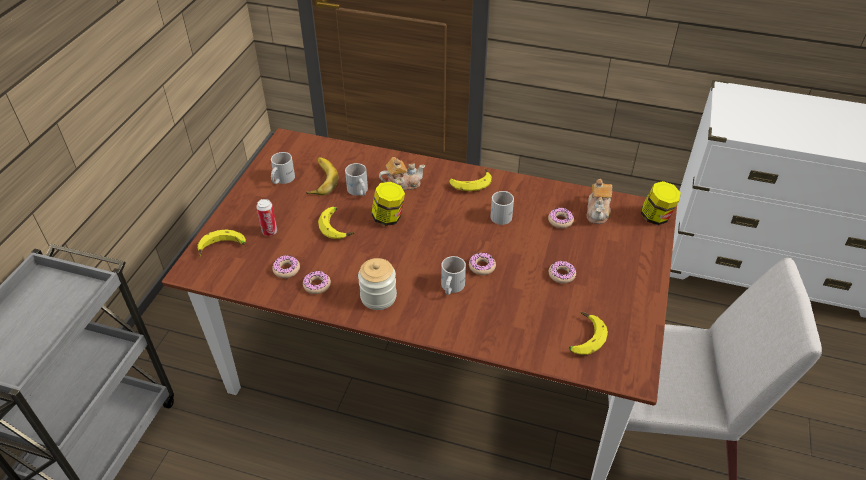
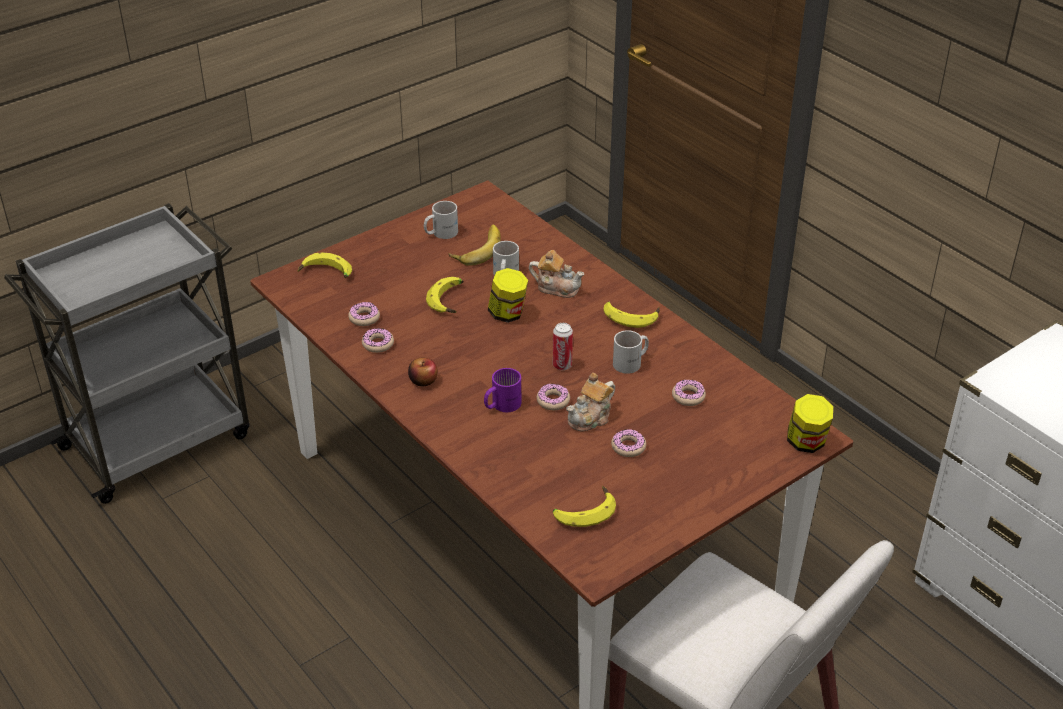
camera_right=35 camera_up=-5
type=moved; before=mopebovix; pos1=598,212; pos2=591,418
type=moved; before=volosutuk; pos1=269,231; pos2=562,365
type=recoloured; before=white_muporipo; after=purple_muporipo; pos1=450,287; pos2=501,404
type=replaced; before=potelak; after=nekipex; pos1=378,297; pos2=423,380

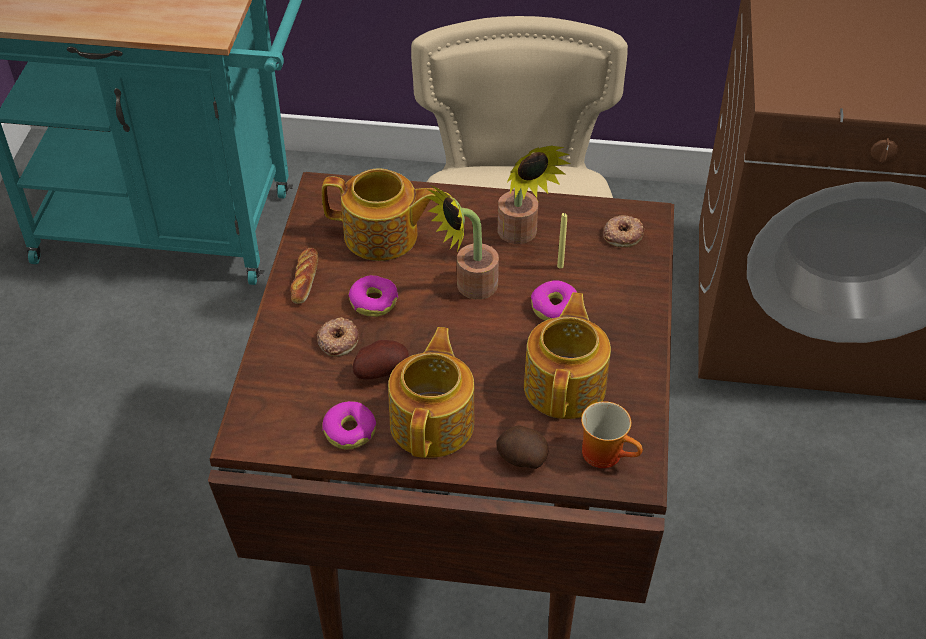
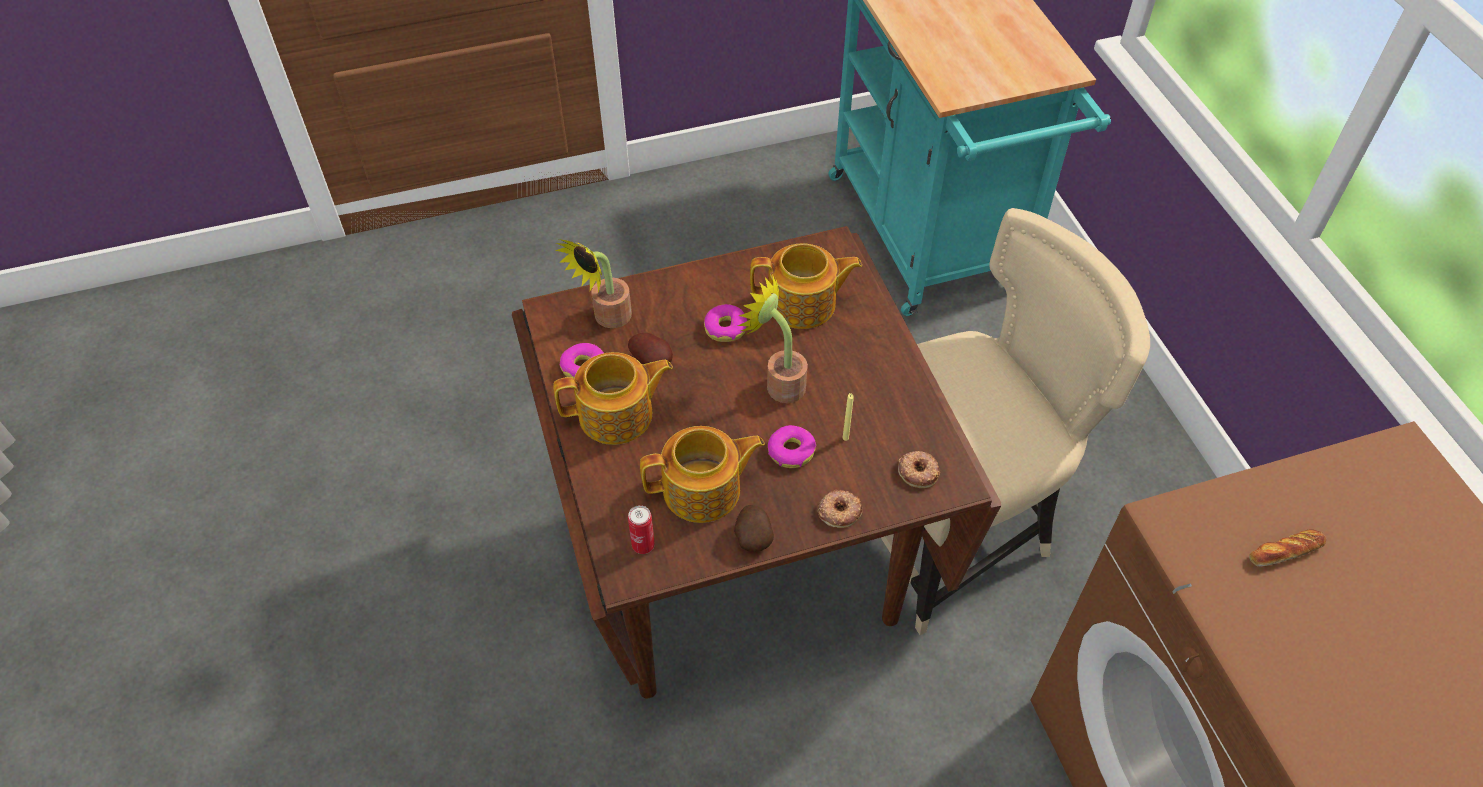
camera_right=65 camera_up=5
type=moved; before=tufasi; pos1=521,236; pos2=607,319
type=turned; before=mopebovix; pos1=382,236; pos2=803,304; turn=-75
type=moved; before=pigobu; pos1=305,279; pos2=1285,551
type=moved; before=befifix; pos1=337,340; pos2=839,511
type=replaced; before=muporipo; after=volosutuk; pos1=607,453; pos2=643,545
type=moved; before=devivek; pos1=521,458; pos2=753,536

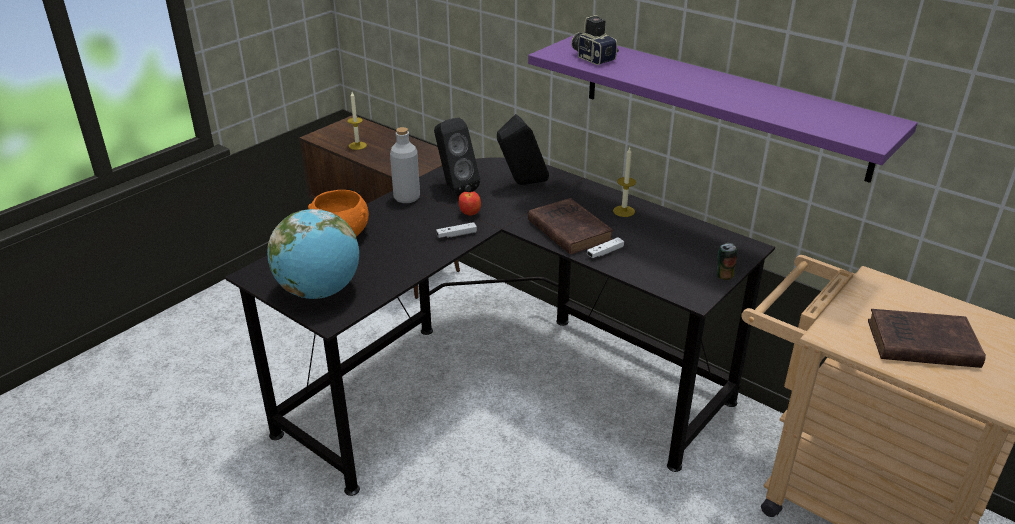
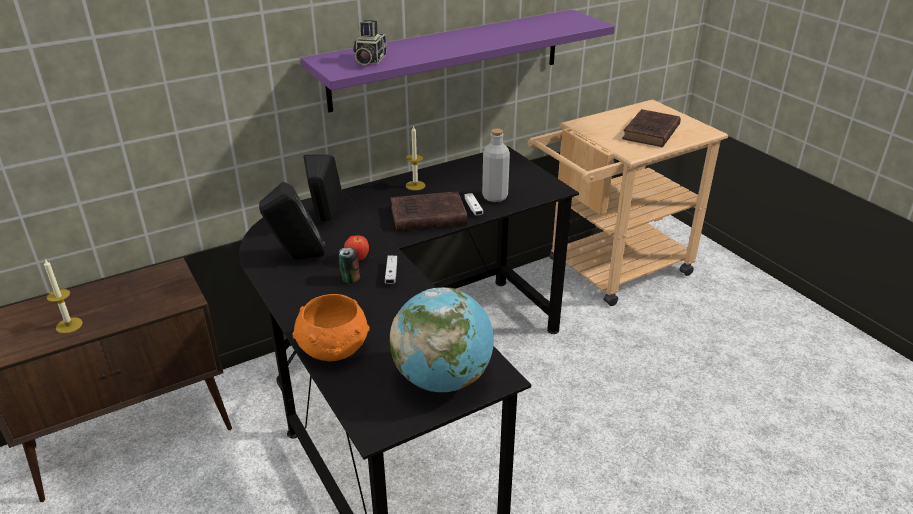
camera_right=-70 camera_up=0
type=turned; before=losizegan; pos1=593,57; pos2=369,60; turn=-60
type=moved; before=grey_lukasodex; pos1=407,198; pos2=495,197
type=moved; before=volosutuk; pos1=724,275; pos2=350,279

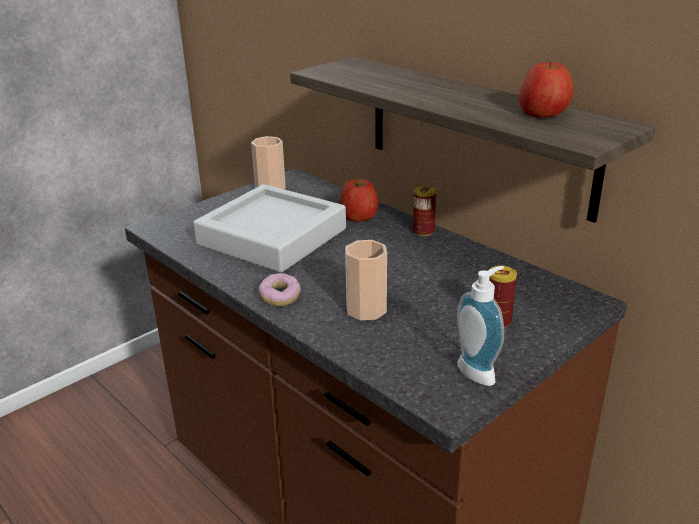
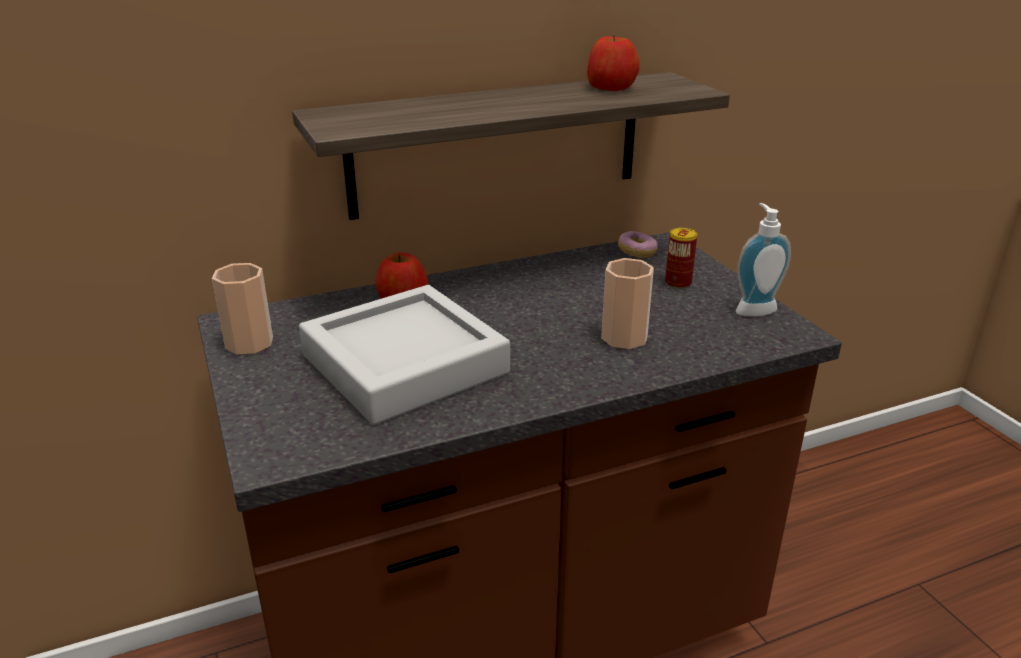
camera_right=-70 camera_up=0
type=removed; before=volosutuk; pos1=423,231
type=moved; before=befifix; pos1=280,298; pos2=637,253

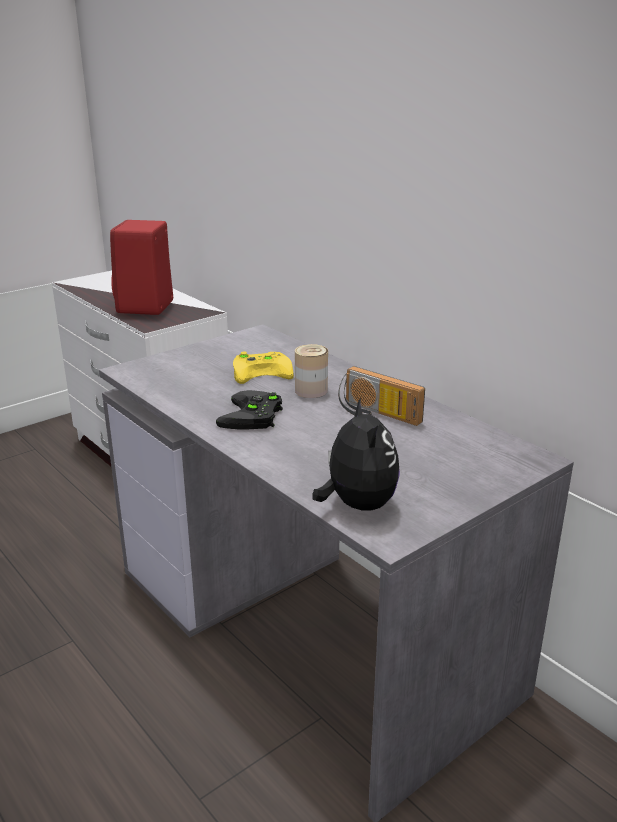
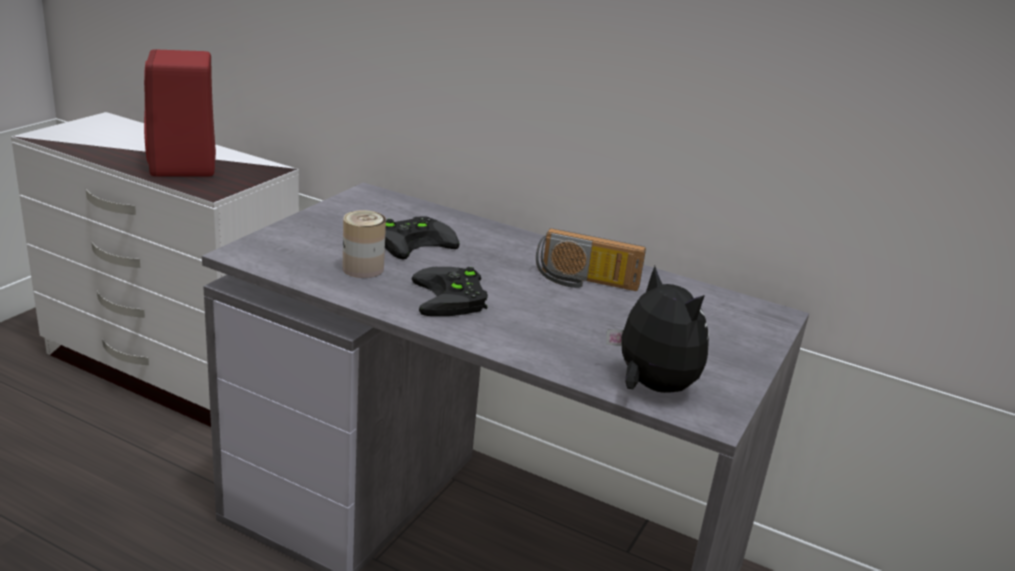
camera_right=-25 camera_up=0
type=moved; before=volosutuk; pos1=311,391; pos2=363,268
type=recoloured; before=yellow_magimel; after=black_magimel; pos1=263,371; pos2=416,241

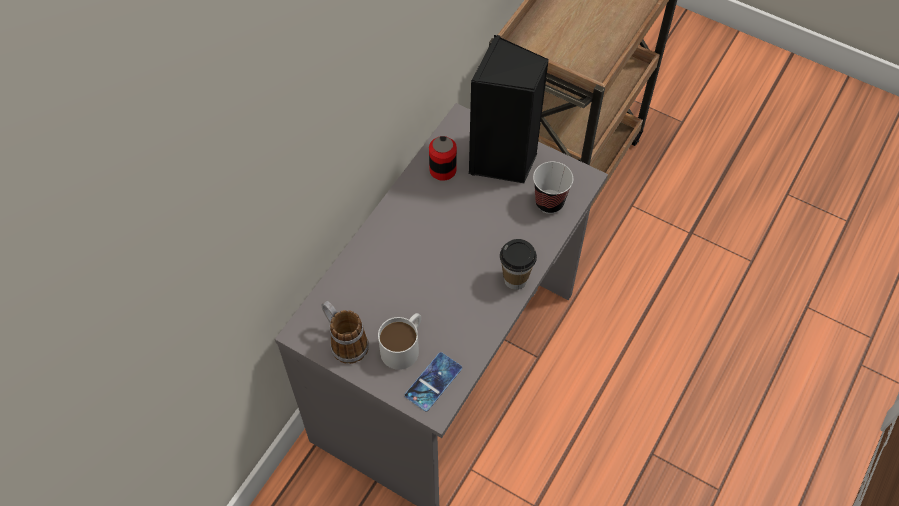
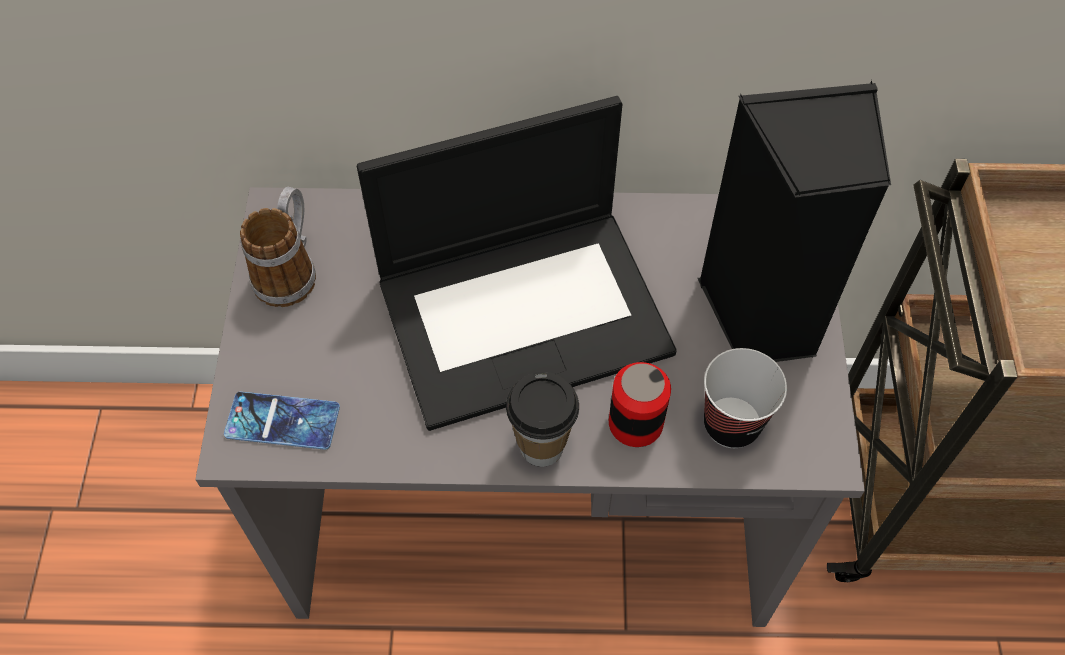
camera_right=60 camera_up=0
type=moved; before=volosutuk; pos1=442,170; pos2=635,423
type=removed; before=white_muporipo; pos1=404,345
type=added; after=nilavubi; pos2=525,312

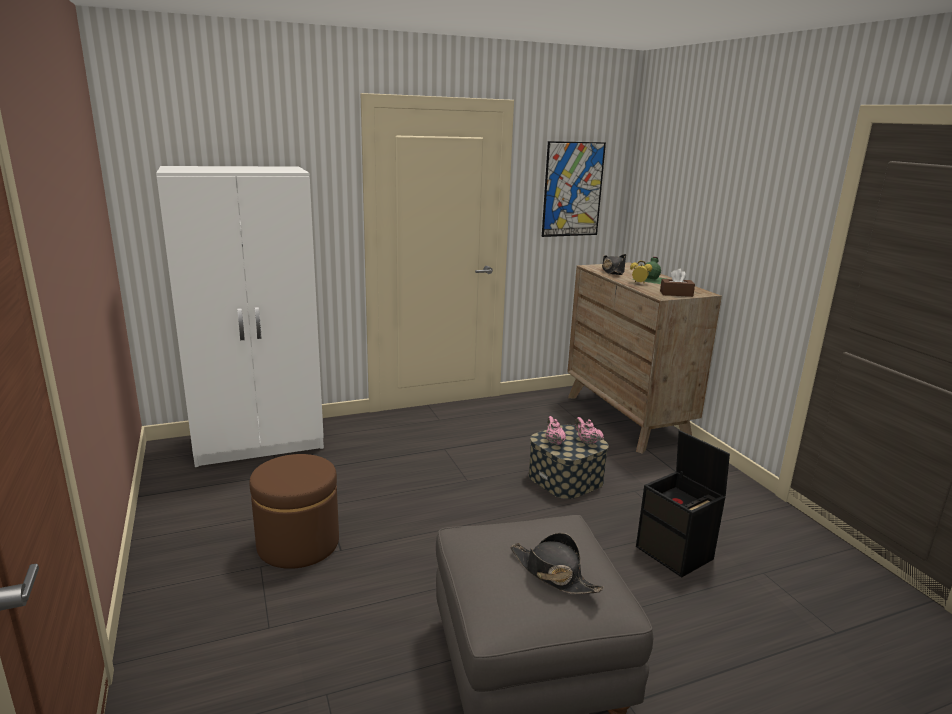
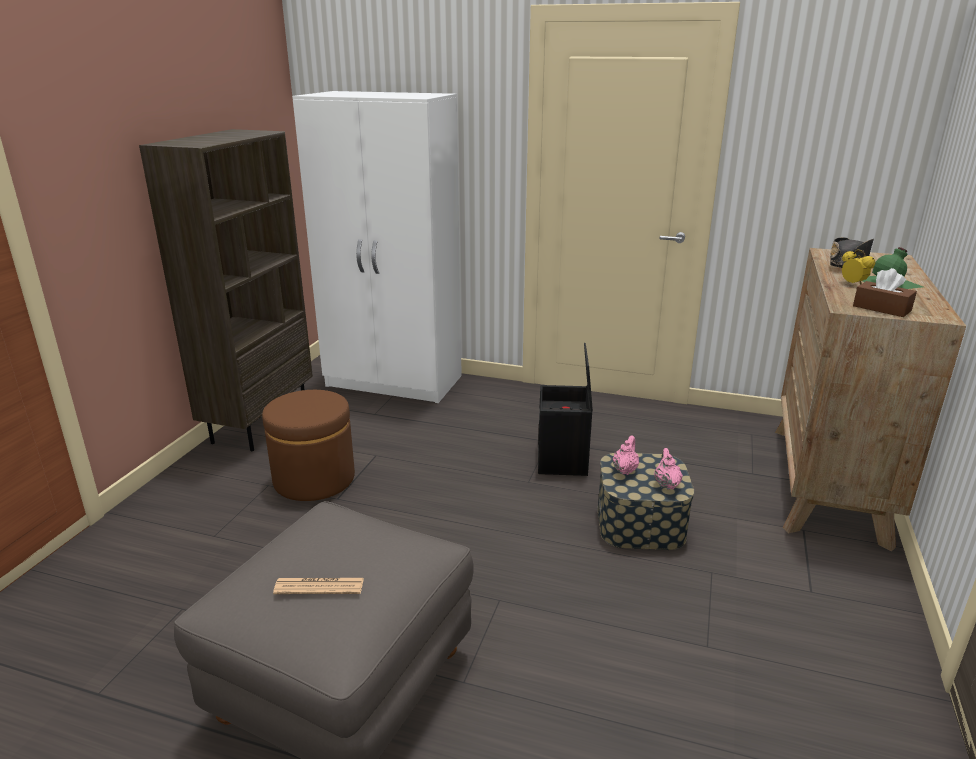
camera_right=40 camera_up=5
type=removed; before=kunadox; pos1=572,189
type=moved; before=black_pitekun; pos1=676,553; pos2=563,461
type=replaced; before=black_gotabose; after=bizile; pos1=553,574; pos2=319,586
type=added; after=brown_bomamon; pos2=260,423

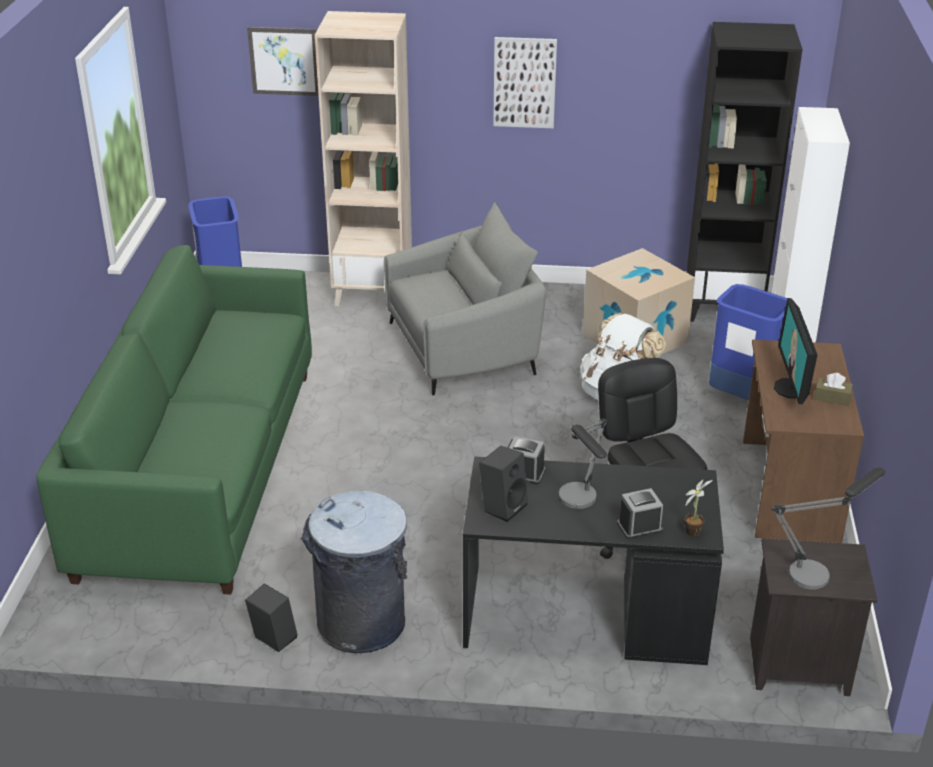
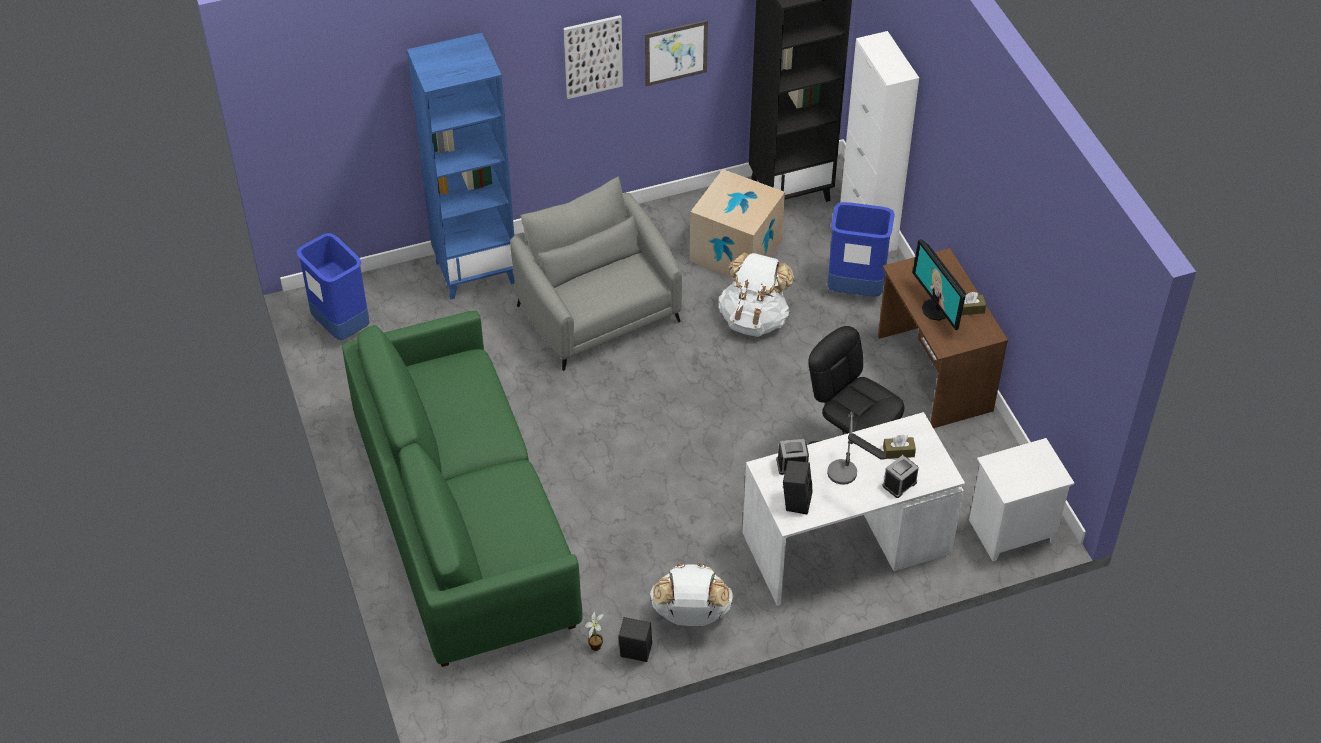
camera_right=-25 camera_up=15
type=recoloured; before=beige_bomamon; after=blue_bomamon; pos1=374,293; pos2=475,271
type=moved; before=kunadox; pos1=284,61; pos2=676,52
type=turned; before=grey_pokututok; pos1=463,348; pos2=598,312; turn=-75
type=recoloured; before=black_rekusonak; after=white_rekusonak; pos1=583,615; pos2=845,545
type=removed; before=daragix; pos1=818,571
type=moved; before=tufasi; pos1=694,531; pos2=596,645
type=replaced; before=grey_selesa; after=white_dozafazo; pos1=361,623; pos2=690,614
type=recoloured; before=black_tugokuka; after=white_tugokuka; pos1=797,667; pos2=1011,532
type=added; after=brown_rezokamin; pos2=898,452

